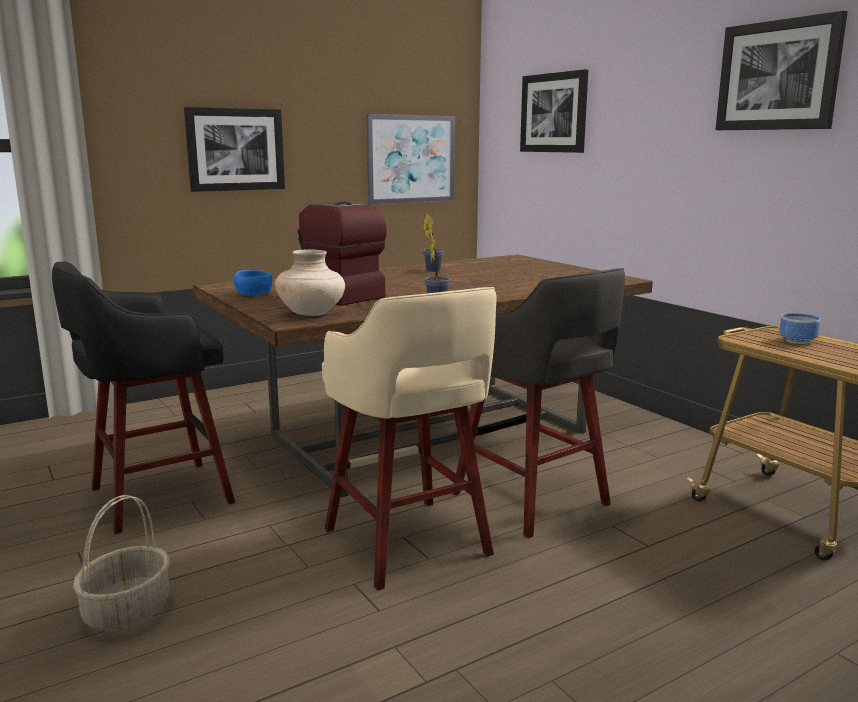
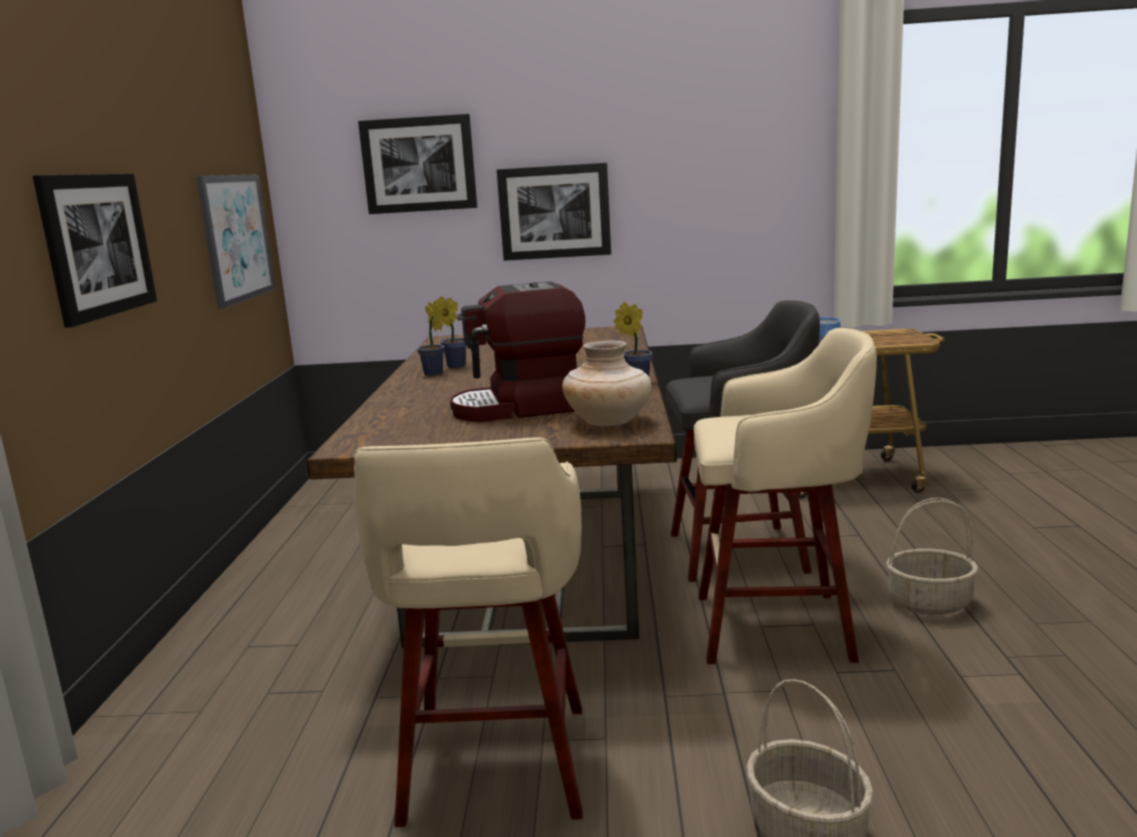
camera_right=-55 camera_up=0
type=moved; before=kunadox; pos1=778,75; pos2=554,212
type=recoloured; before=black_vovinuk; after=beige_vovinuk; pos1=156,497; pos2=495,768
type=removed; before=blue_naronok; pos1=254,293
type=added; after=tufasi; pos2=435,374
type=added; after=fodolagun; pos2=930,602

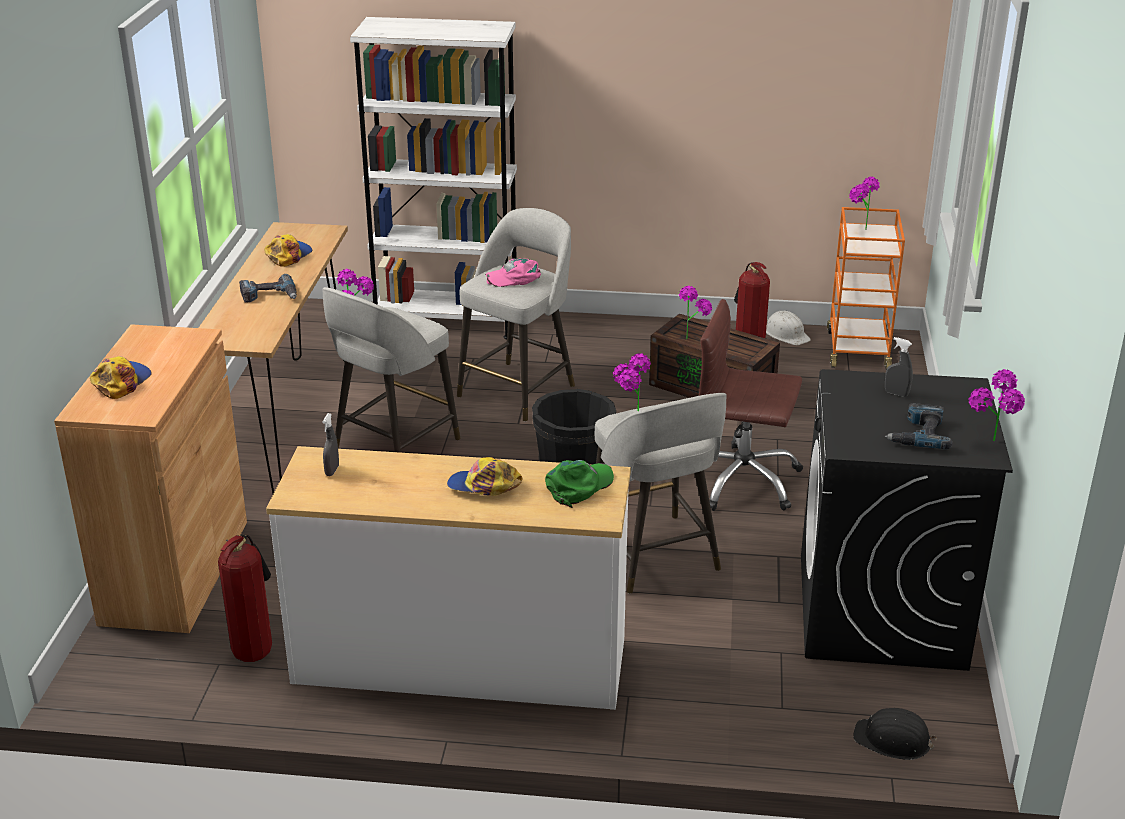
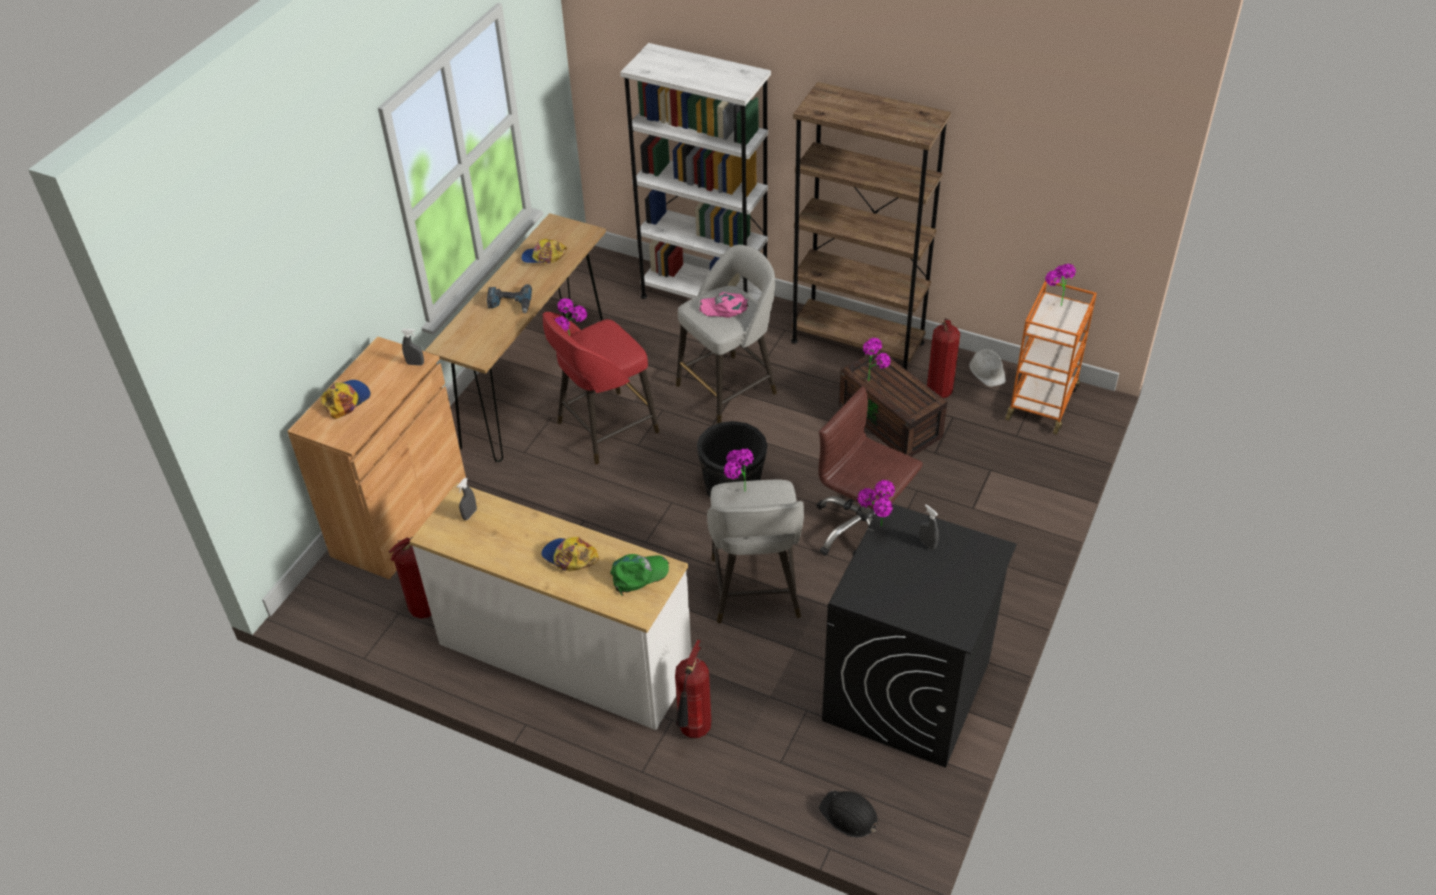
camera_right=20 camera_up=15
type=turned; before=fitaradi; pos1=288,255; pos2=543,257; turn=-135
type=recoloured; before=grey_vovinuk; after=red_vovinuk; pos1=393,446; pos2=604,428
type=moved; before=tufasi; pos1=991,445; pos2=875,530
type=removed; before=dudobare; pos1=917,434
type=added; after=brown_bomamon; pos2=857,342
type=added; after=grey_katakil; pos2=415,363
type=added; after=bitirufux; pos2=694,732

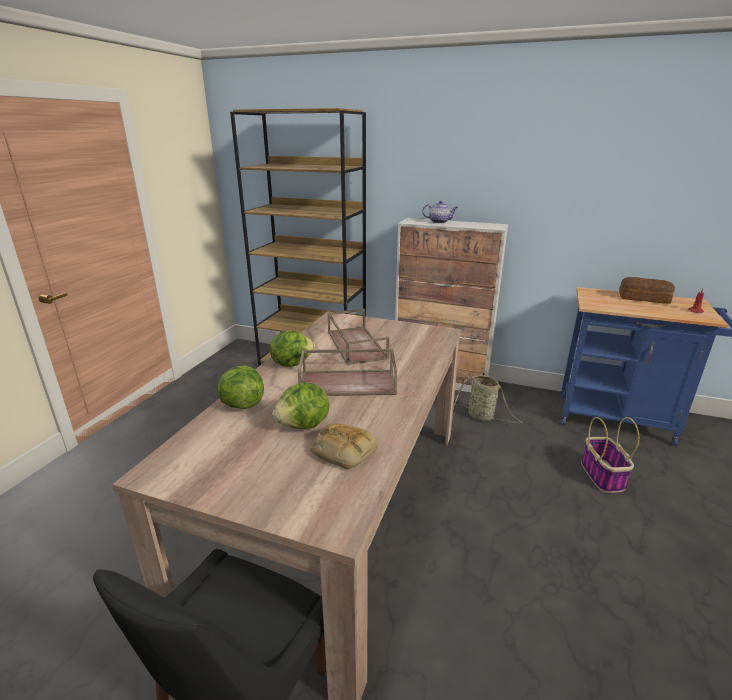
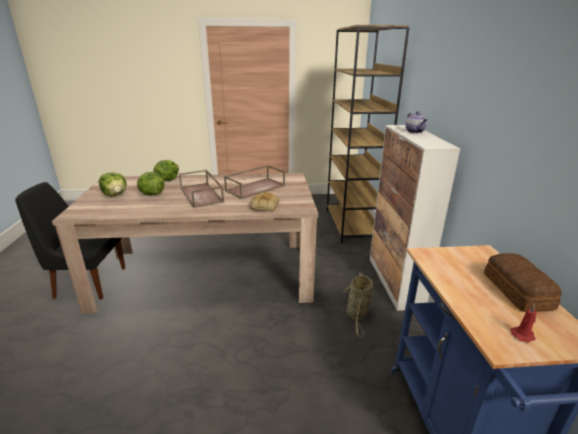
camera_right=65 camera_up=0
type=moved; before=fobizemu; pos1=292,363; pos2=115,195
type=removed; before=fodolagun; pos1=603,476
type=moved; before=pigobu; pos1=342,450; pos2=264,206

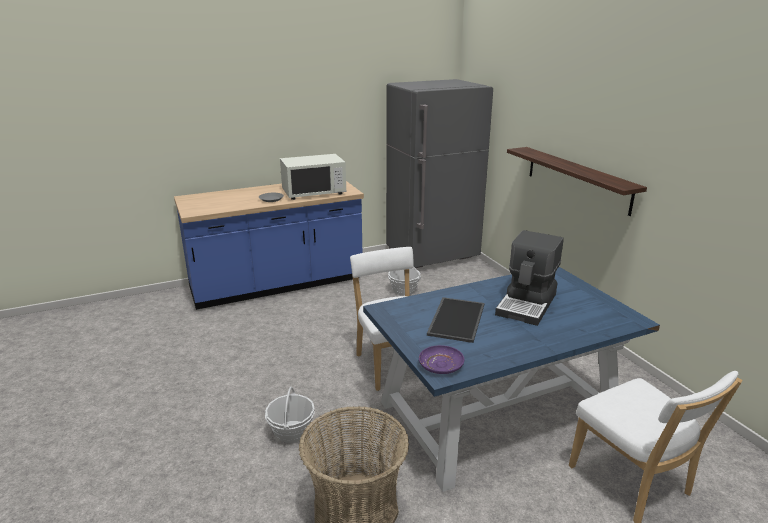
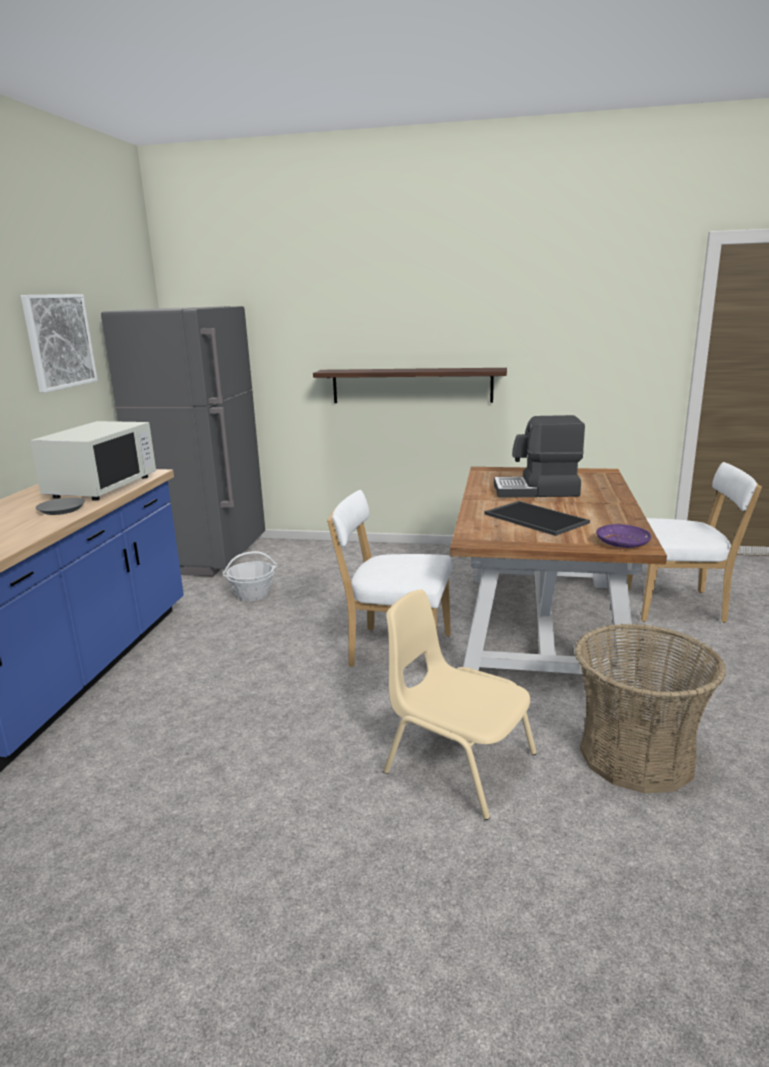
camera_right=-55 camera_up=-5
type=turned; before=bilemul; pos1=527,304; pos2=536,491; turn=120
type=recoloured; before=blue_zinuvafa; after=brown_zinuvafa; pos1=496,414; pos2=543,626
type=replaced; before=fodolagun; after=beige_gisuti; pos1=291,431; pos2=458,763
type=added; after=kunadox; pos2=59,341

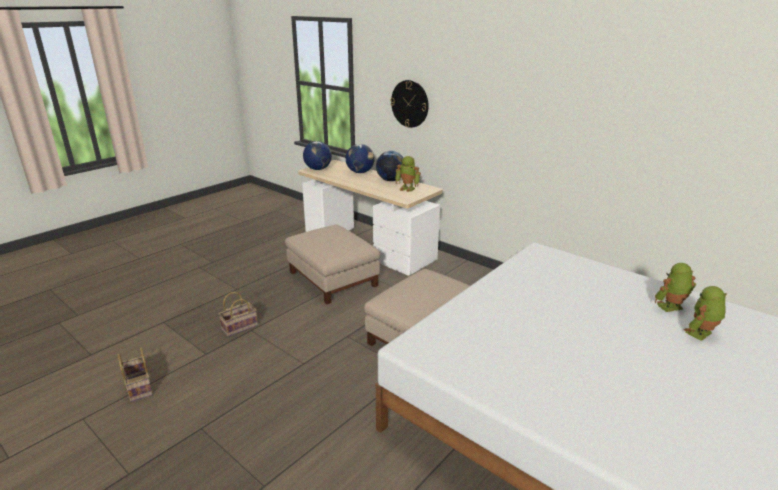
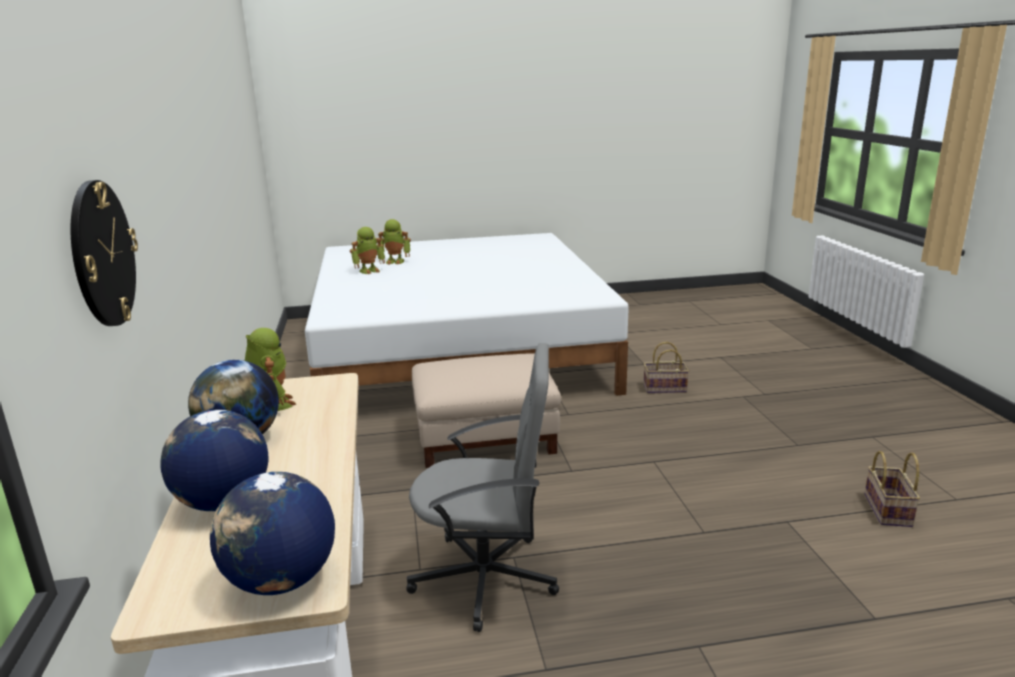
camera_right=-140 camera_up=-5
type=replaced; before=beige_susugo; after=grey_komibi; pos1=332,279; pos2=487,578
type=turned; before=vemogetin; pos1=671,308; pos2=369,270; turn=-60
type=moved; before=fodolagun; pos1=240,326; pos2=664,389

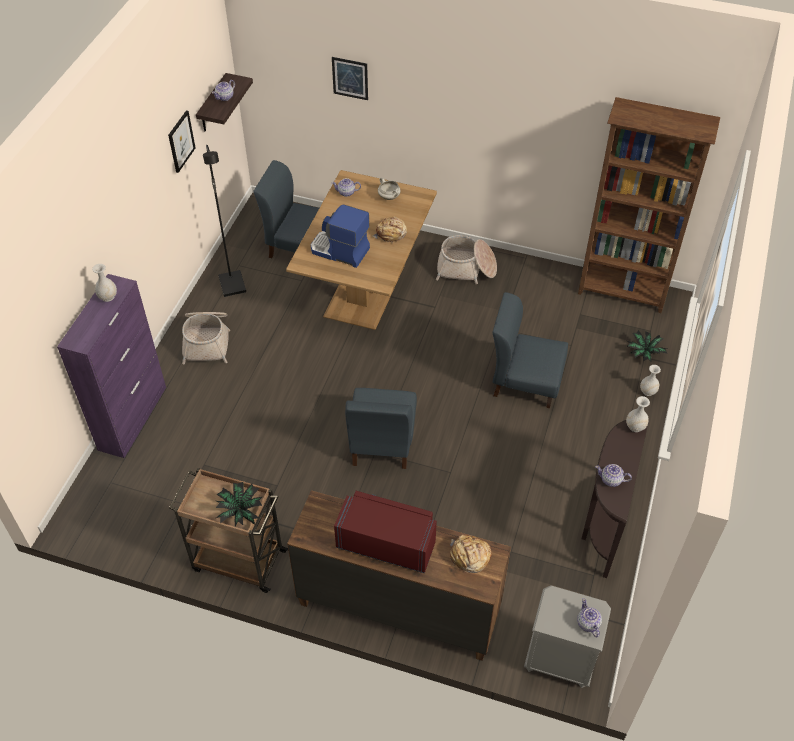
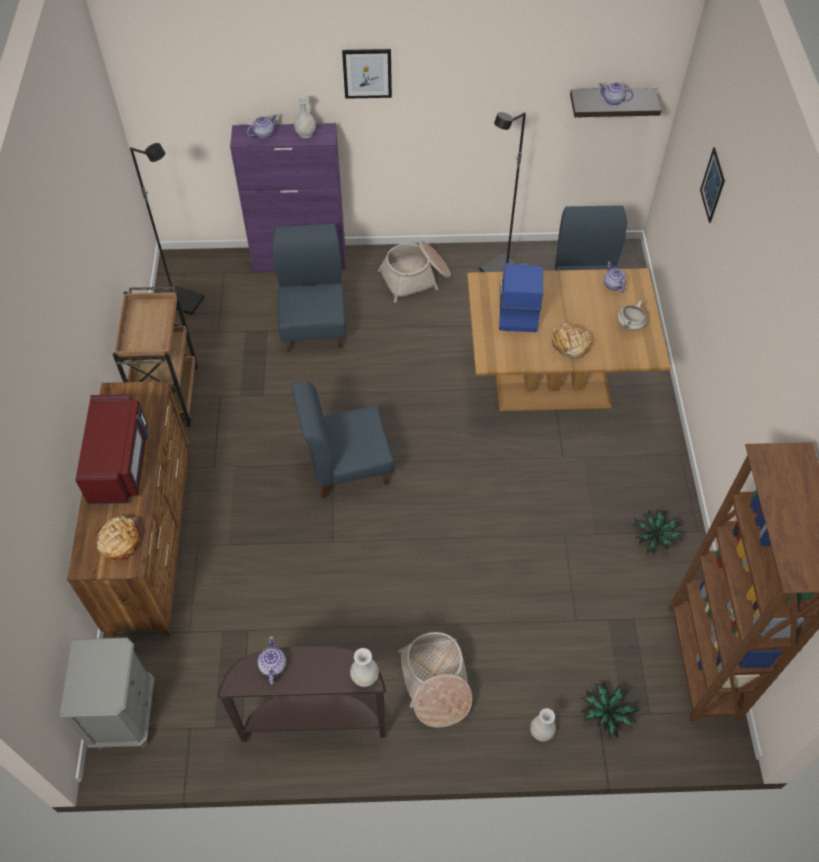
camera_right=70 camera_up=5
type=moved; before=kunadox; pos1=181,141; pos2=367,73
type=moved; before=fodolagun; pos1=466,268; pos2=435,683
type=moved; before=blue_gisuti; pos1=525,382; pos2=314,325
type=moved; before=tufasi; pos1=240,510; pos2=655,537
type=moved; before=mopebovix; pos1=588,624; pos2=263,134
type=added; after=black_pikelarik; pos2=185,301

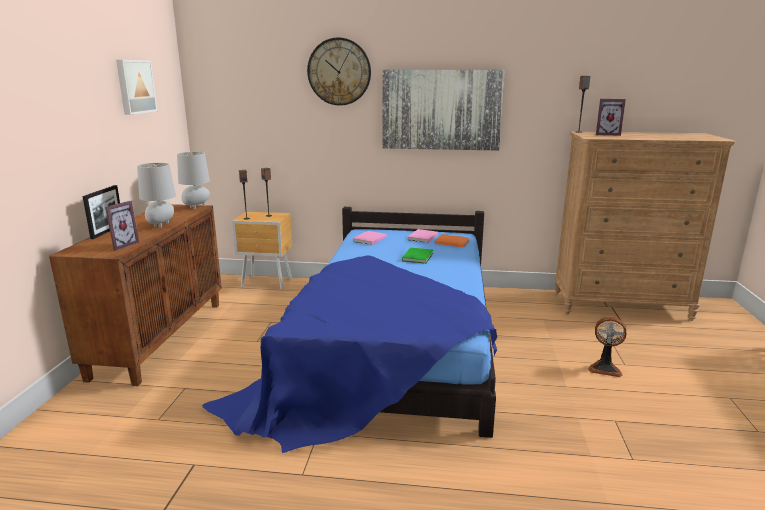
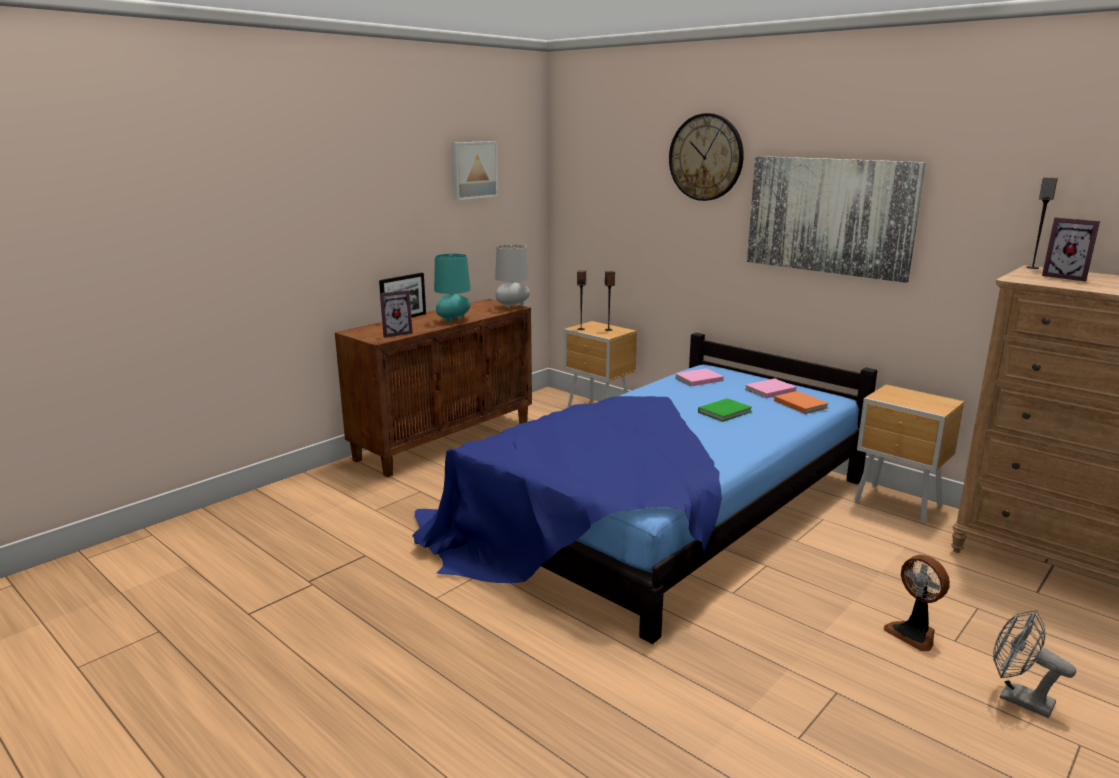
camera_right=35 camera_up=0
type=recoloured; before=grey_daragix; after=turquoise_daragix; pos1=161,226; pos2=453,321
type=added; after=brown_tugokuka; pos2=898,505
type=added; after=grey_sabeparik; pos2=1017,698

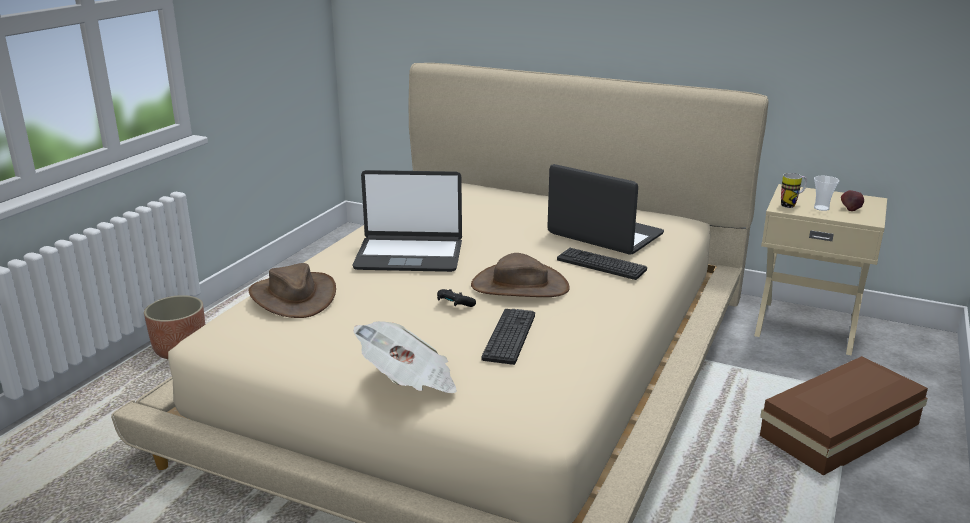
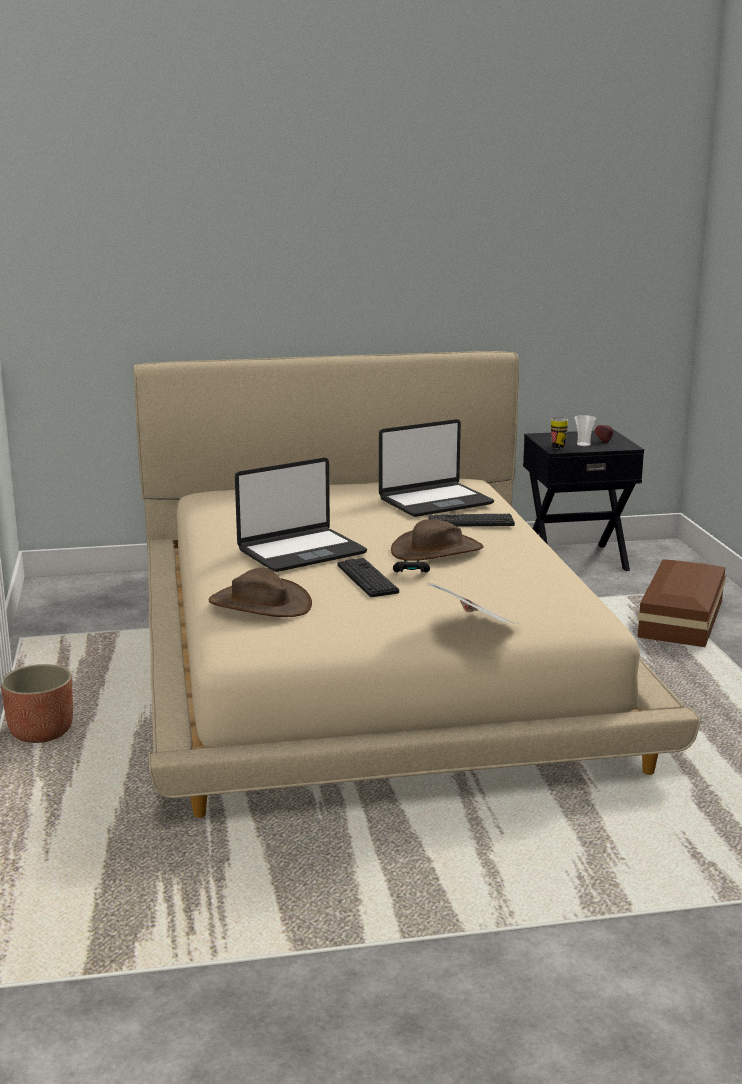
camera_right=-35 camera_up=-5
type=turned; before=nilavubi; pos1=604,235; pos2=435,501; turn=150
type=recoloured; before=beige_tugokuka; after=black_tugokuka; pos1=806,326; pos2=575,559
type=moved; before=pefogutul; pos1=509,336; pos2=367,578

